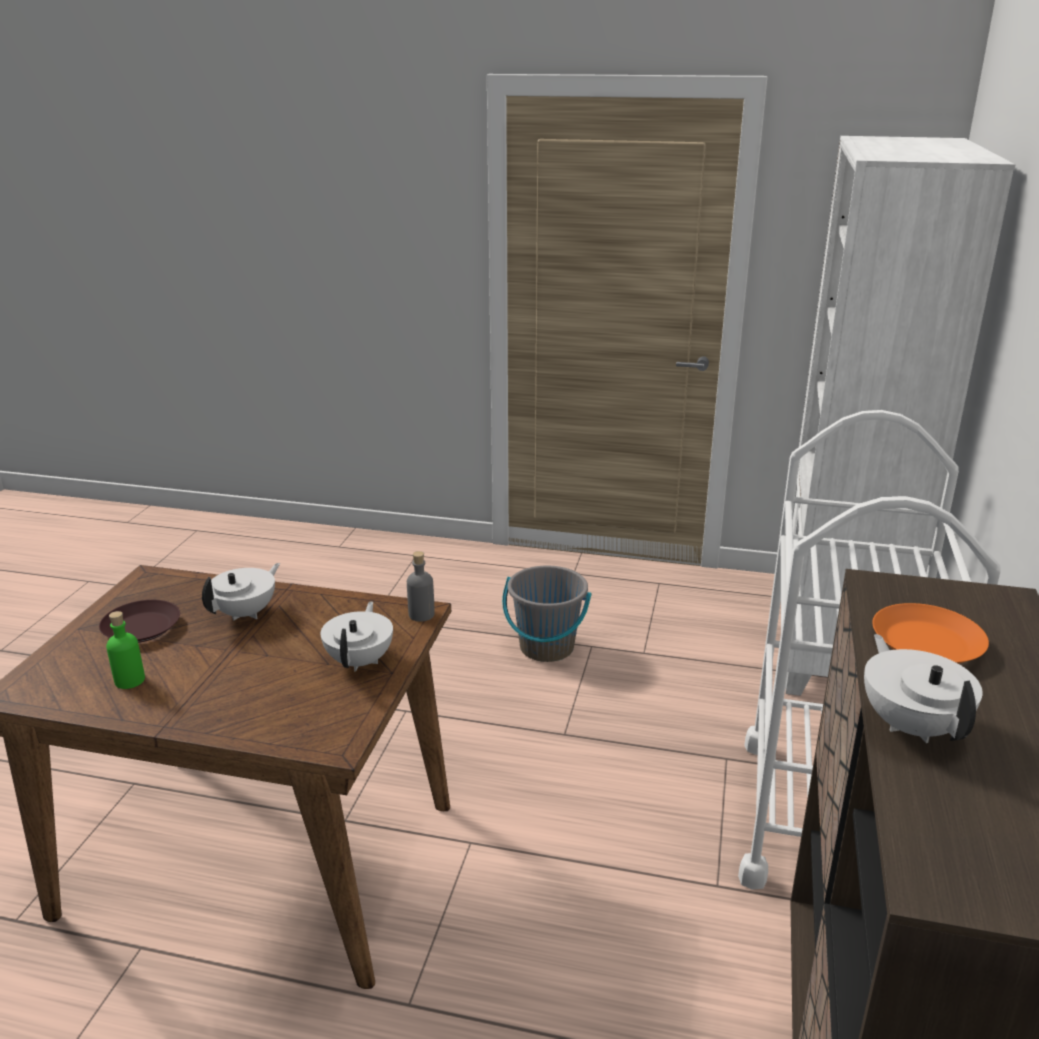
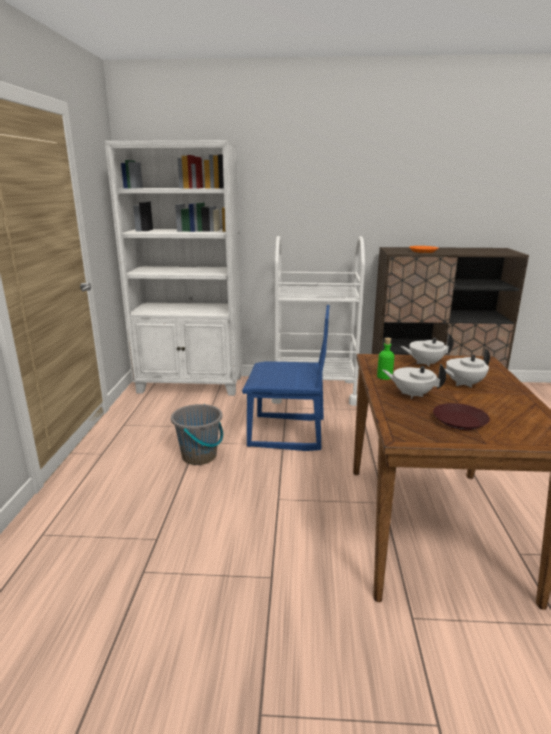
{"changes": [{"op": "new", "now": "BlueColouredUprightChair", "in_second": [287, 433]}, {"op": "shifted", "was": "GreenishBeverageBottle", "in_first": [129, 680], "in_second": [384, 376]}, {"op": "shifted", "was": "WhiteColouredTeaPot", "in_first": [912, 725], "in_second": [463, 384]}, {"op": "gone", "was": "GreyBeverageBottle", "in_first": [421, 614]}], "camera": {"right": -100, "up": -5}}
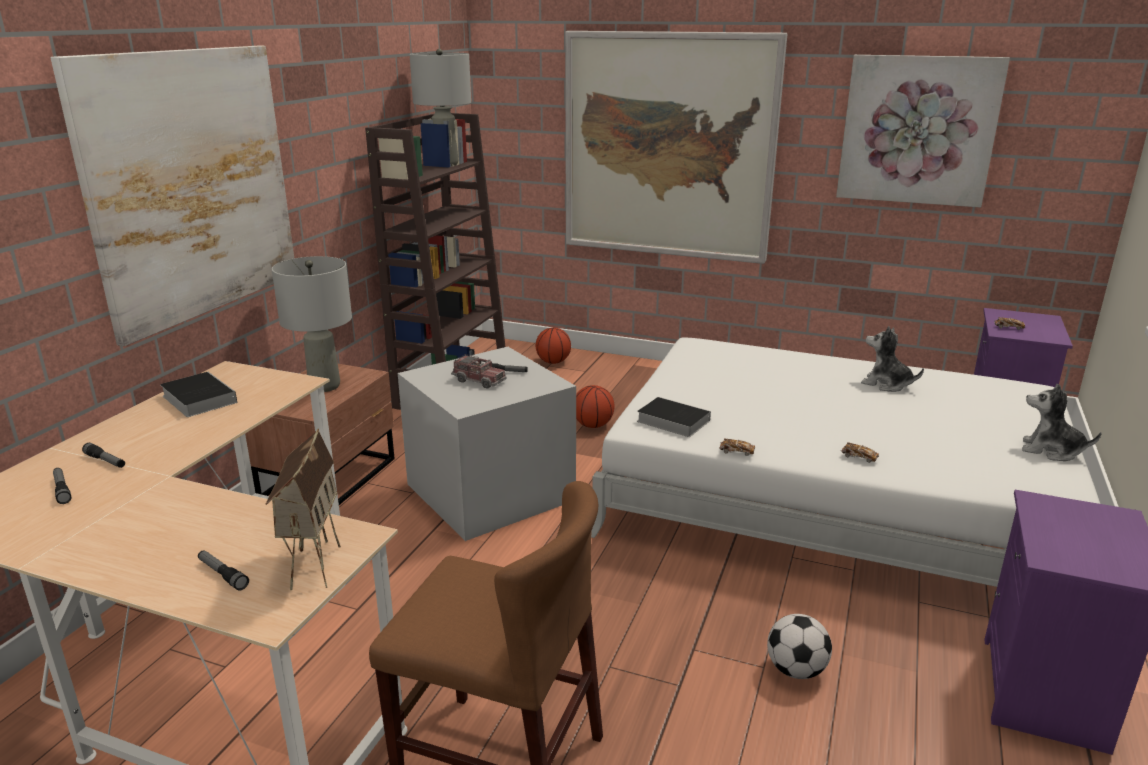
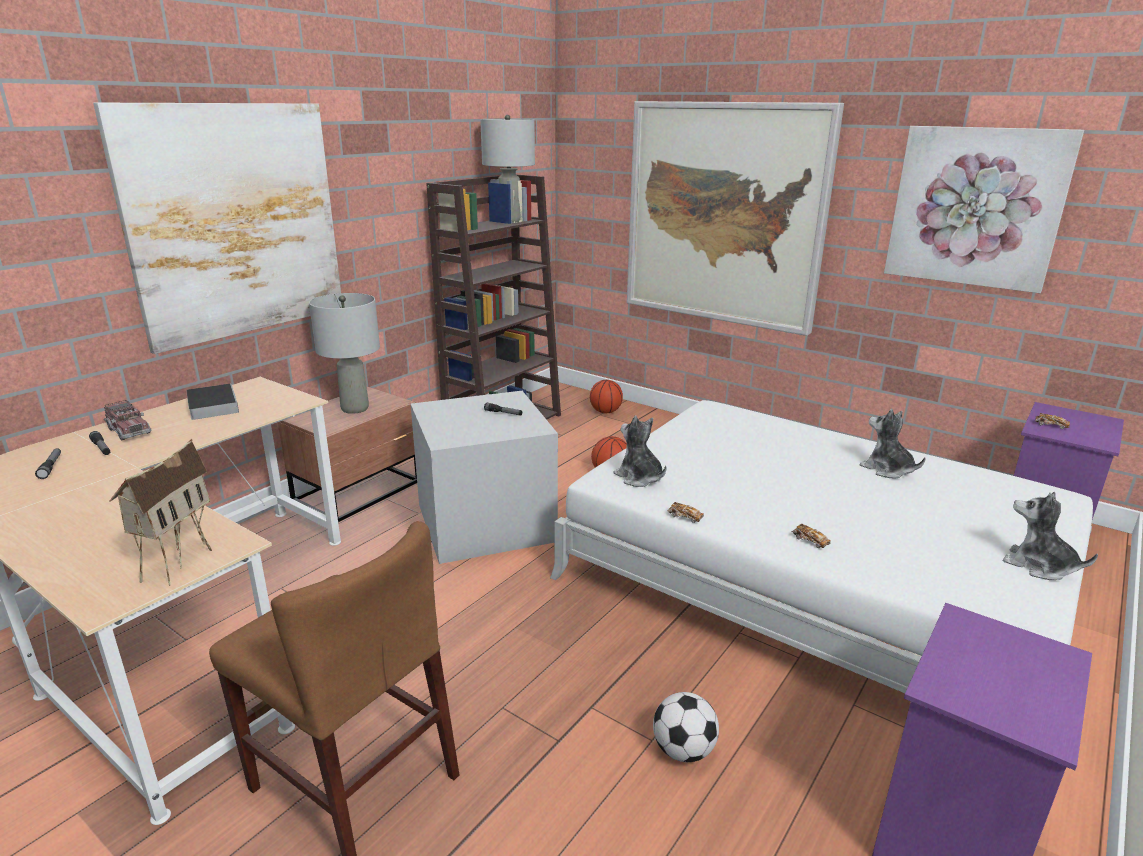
{"changes": [{"op": "shifted", "was": "ToyTruck", "in_first": [479, 380], "in_second": [129, 430]}, {"op": "swapped", "was": "Volume", "now": "PlushToy", "in_first": [670, 421], "in_second": [639, 478]}, {"op": "gone", "was": "Torch", "in_first": [222, 574]}], "camera": {"right": 15, "up": 0}}
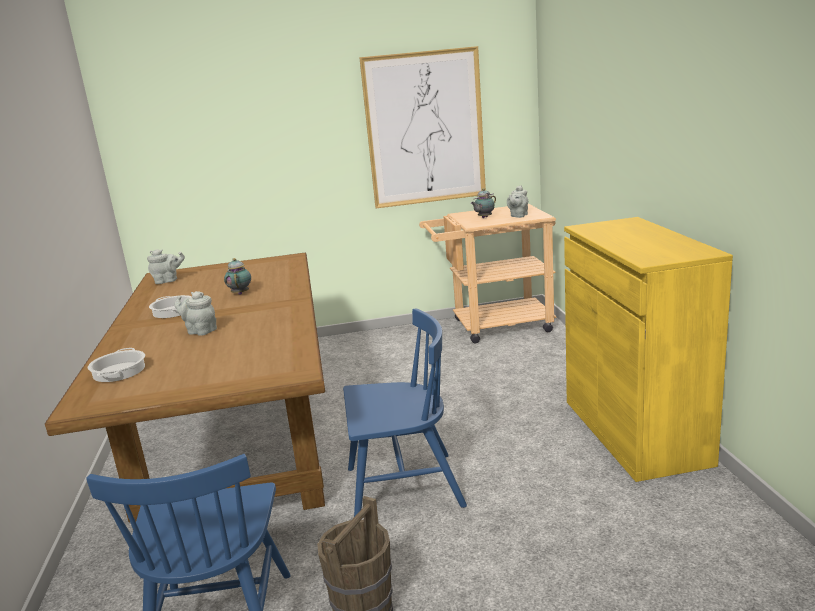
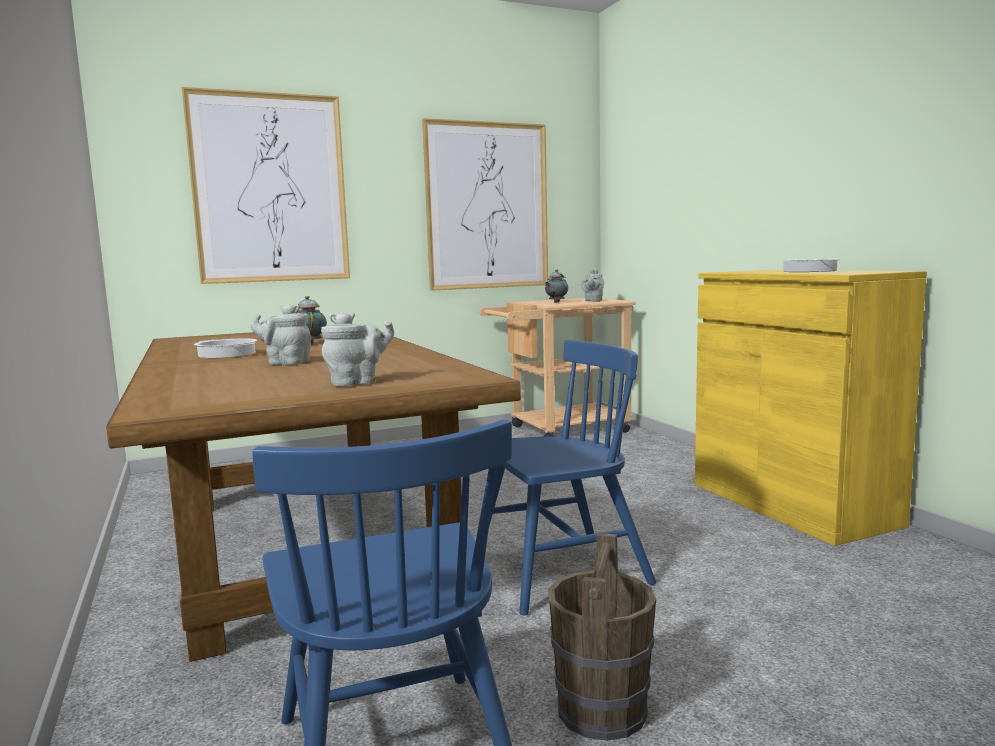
{"changes": [{"op": "new", "now": "WallArt", "in_second": [270, 188]}, {"op": "shifted", "was": "GreyTeaPot", "in_first": [168, 281], "in_second": [357, 382]}, {"op": "shifted", "was": "CookingPot", "in_first": [118, 371], "in_second": [808, 271]}], "camera": {"right": -15, "up": -10}}
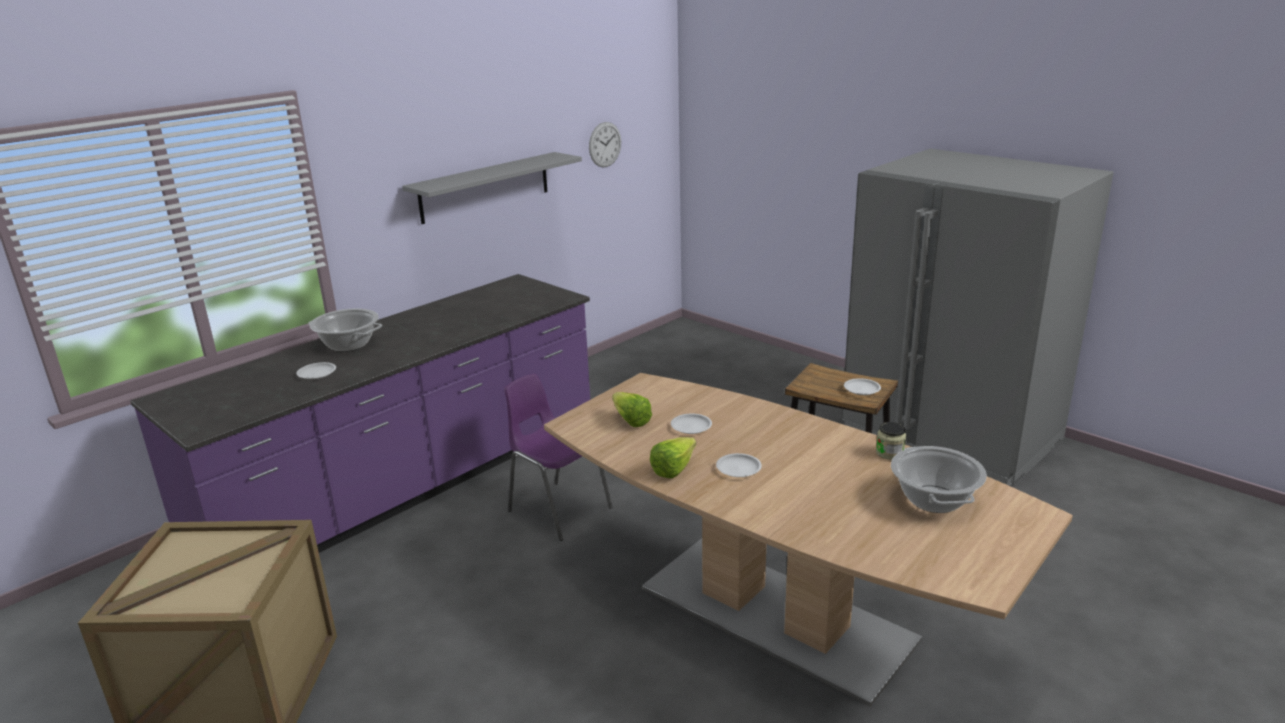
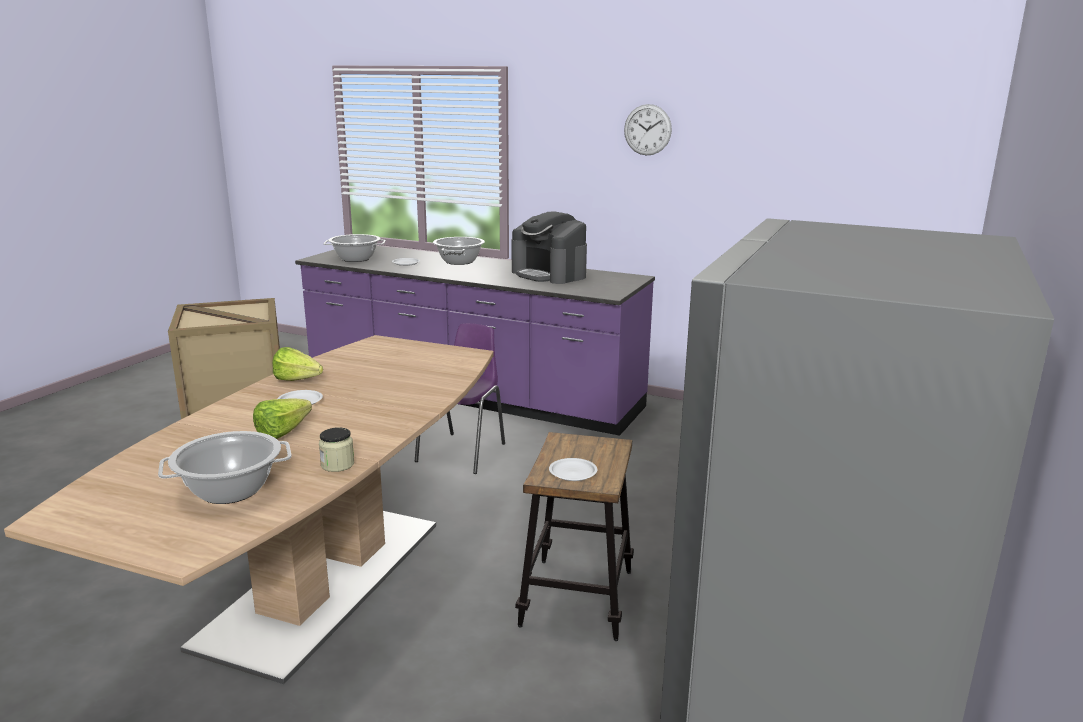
{"changes": [{"op": "shifted", "was": "LettuceHead", "in_first": [629, 419], "in_second": [287, 431]}, {"op": "new", "now": "CookingPot", "in_second": [356, 259]}, {"op": "new", "now": "CoffeeBrewer", "in_second": [549, 274]}, {"op": "shifted", "was": "HangingClock", "in_first": [605, 144], "in_second": [647, 130]}, {"op": "gone", "was": "GreyBracketShelf", "in_first": [485, 187]}, {"op": "gone", "was": "WhiteColouredPlate", "in_first": [691, 427]}], "camera": {"right": 70, "up": -5}}
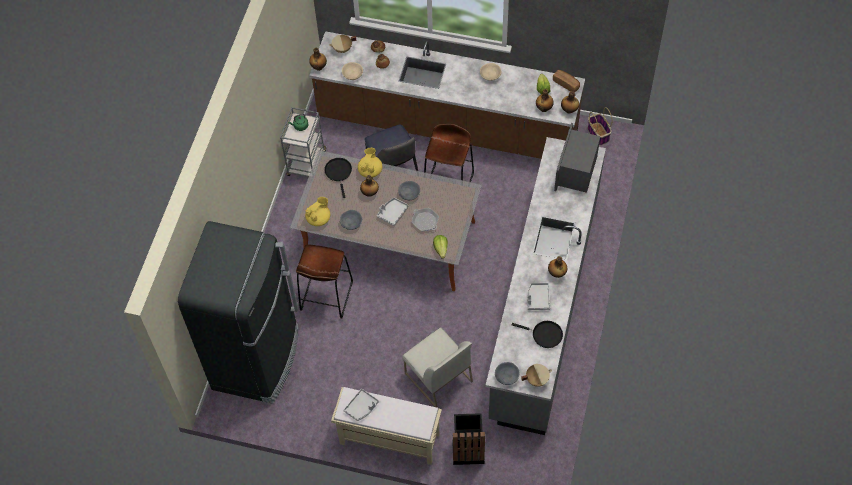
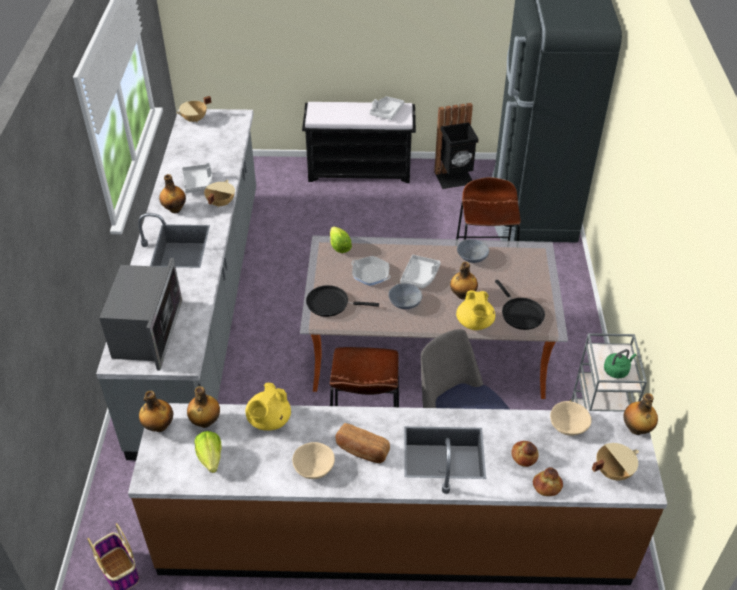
{"changes": [{"op": "new", "now": "BeigeCookingPot", "in_second": [220, 203]}, {"op": "shifted", "was": "YellowTeaPot", "in_first": [319, 218], "in_second": [268, 421]}, {"op": "repainted", "was": "BeigeBench", "now": "BlackishBench", "in_first": [388, 439], "in_second": [360, 171]}, {"op": "shifted", "was": "BlackishPan", "in_first": [544, 335], "in_second": [331, 303]}, {"op": "shifted", "was": "Bread", "in_first": [566, 84], "in_second": [362, 451]}, {"op": "shifted", "was": "BlackishWasteBin", "in_first": [467, 449], "in_second": [455, 179]}, {"op": "gone", "was": "WhiteColouredUprightChair", "in_first": [437, 377]}, {"op": "gone", "was": "GreyBowl", "in_first": [506, 376]}], "camera": {"right": 165, "up": -15}}
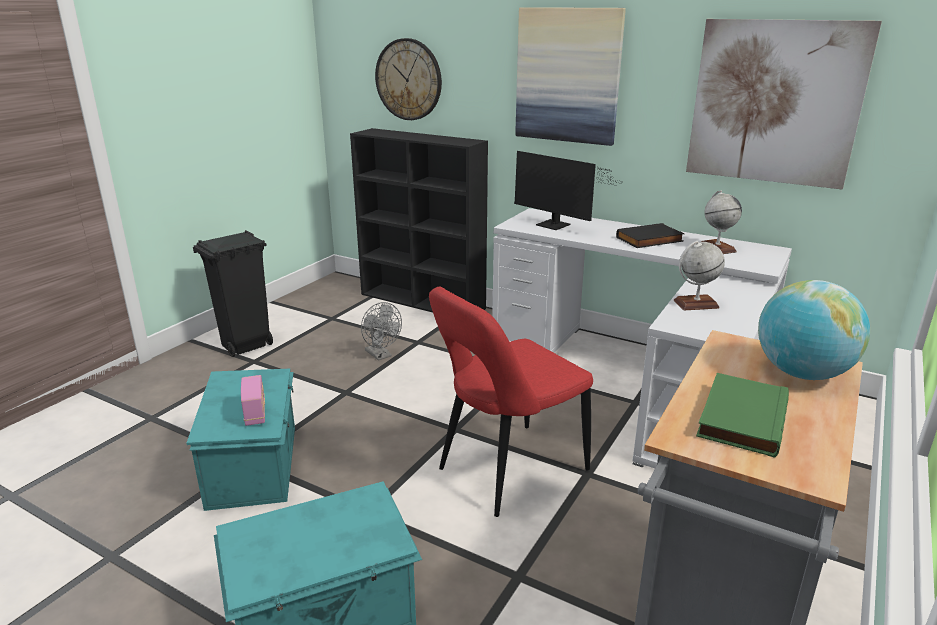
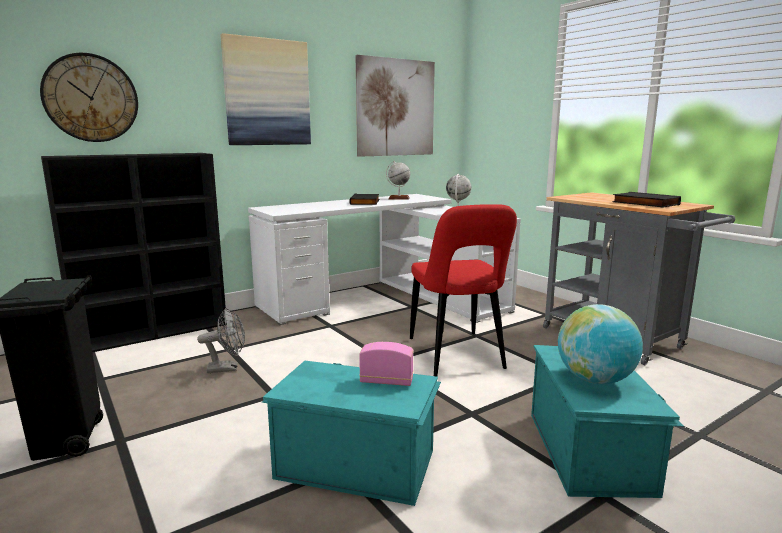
{"changes": [{"op": "shifted", "was": "DeskGlobe", "in_first": [802, 373], "in_second": [595, 379]}, {"op": "repainted", "was": "GreenishVolume", "now": "BlackishVolume", "in_first": [740, 418], "in_second": [644, 203]}, {"op": "gone", "was": "Monitor", "in_first": [556, 226]}], "camera": {"right": -65, "up": -10}}
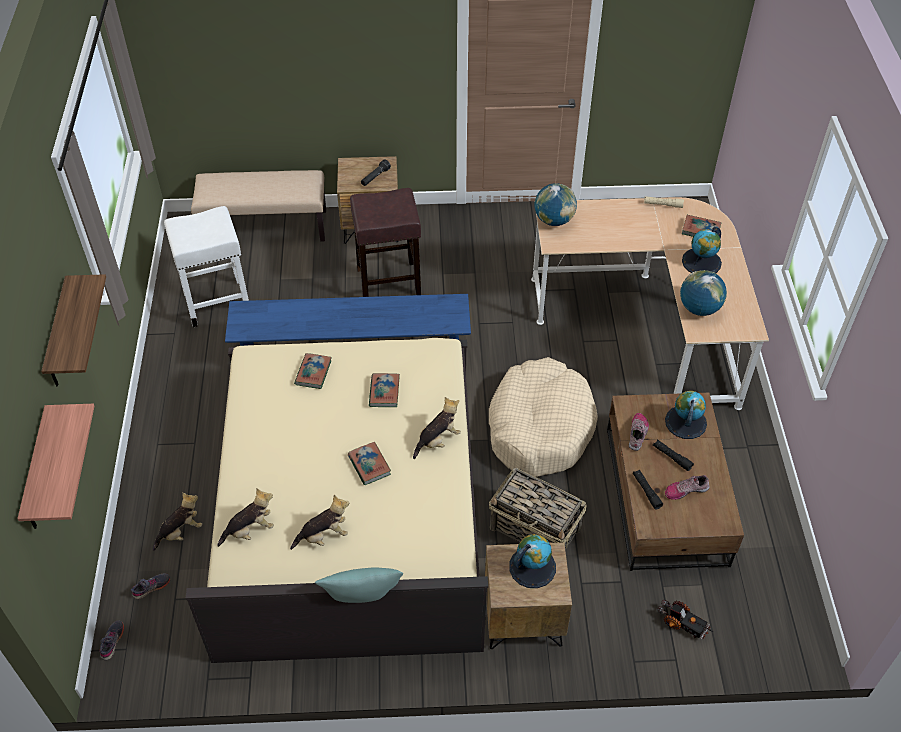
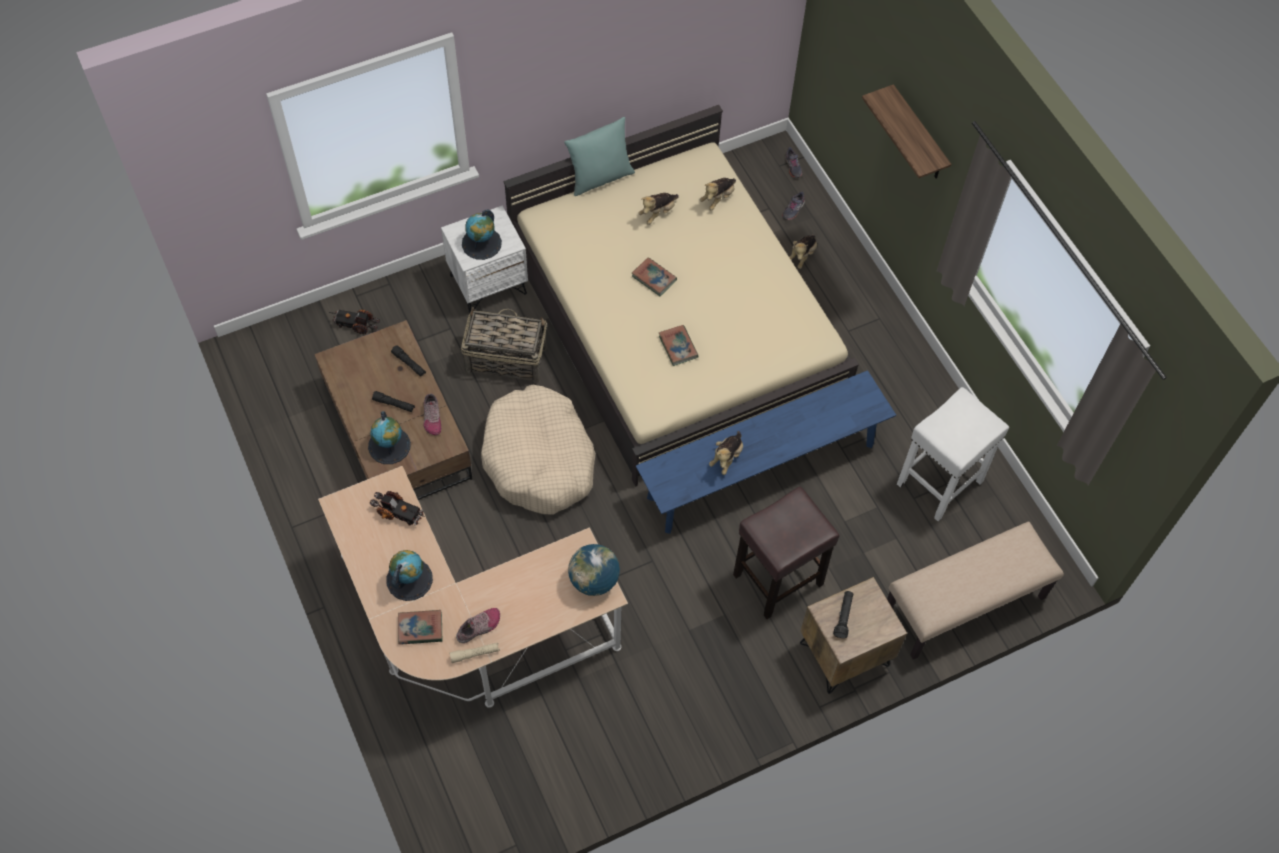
{"changes": [{"op": "swapped", "was": "DeskGlobe", "now": "ToyTruck", "in_first": [699, 308], "in_second": [398, 513]}, {"op": "repainted", "was": "BrownishNightstand", "now": "WhiteColouredNightstand", "in_first": [523, 620], "in_second": [488, 284]}, {"op": "shifted", "was": "Shoe", "in_first": [686, 490], "in_second": [479, 627]}, {"op": "shifted", "was": "PlushToy", "in_first": [438, 440], "in_second": [727, 457]}, {"op": "gone", "was": "BracketShelf", "in_first": [37, 472]}, {"op": "gone", "was": "Volume", "in_first": [313, 373]}], "camera": {"right": 155, "up": 10}}
